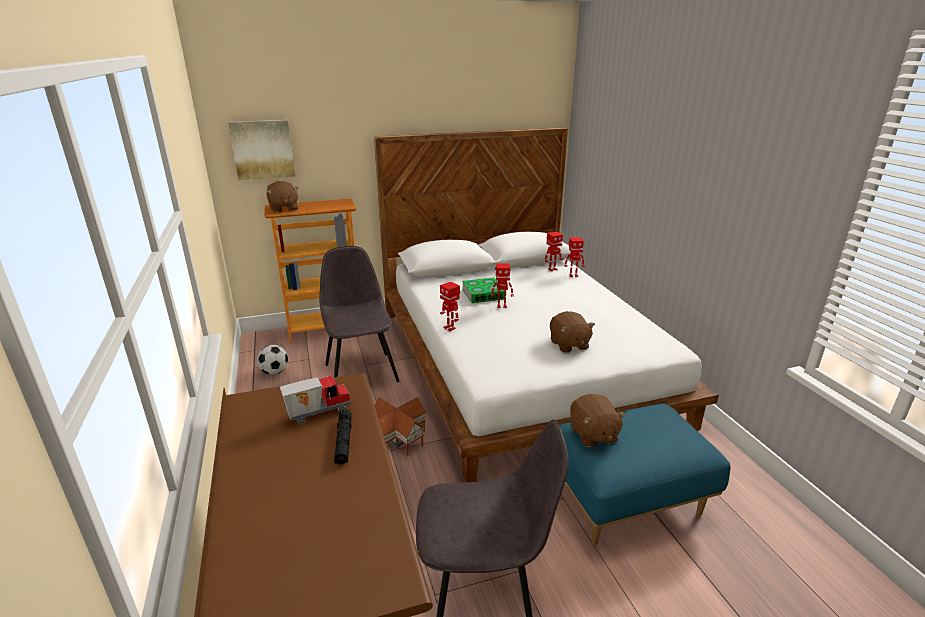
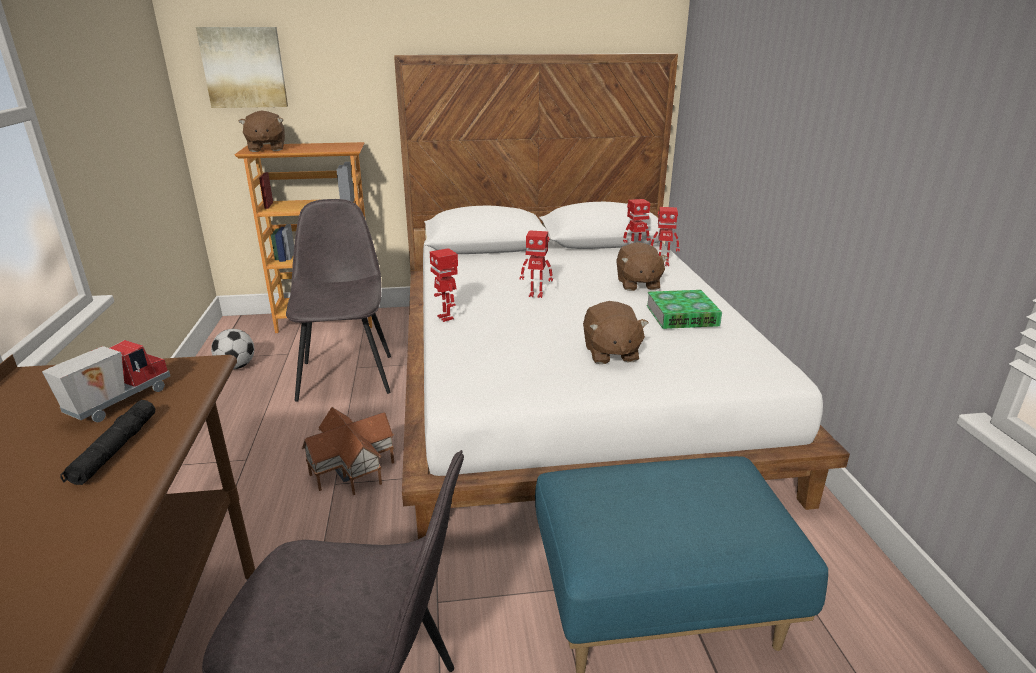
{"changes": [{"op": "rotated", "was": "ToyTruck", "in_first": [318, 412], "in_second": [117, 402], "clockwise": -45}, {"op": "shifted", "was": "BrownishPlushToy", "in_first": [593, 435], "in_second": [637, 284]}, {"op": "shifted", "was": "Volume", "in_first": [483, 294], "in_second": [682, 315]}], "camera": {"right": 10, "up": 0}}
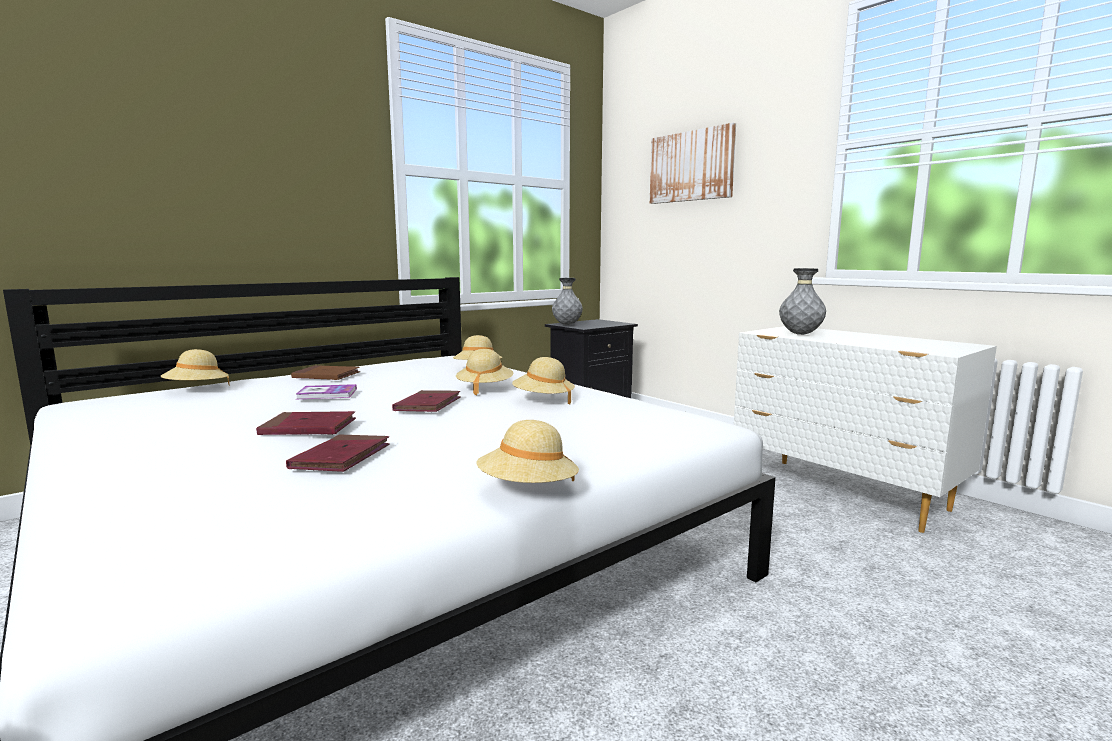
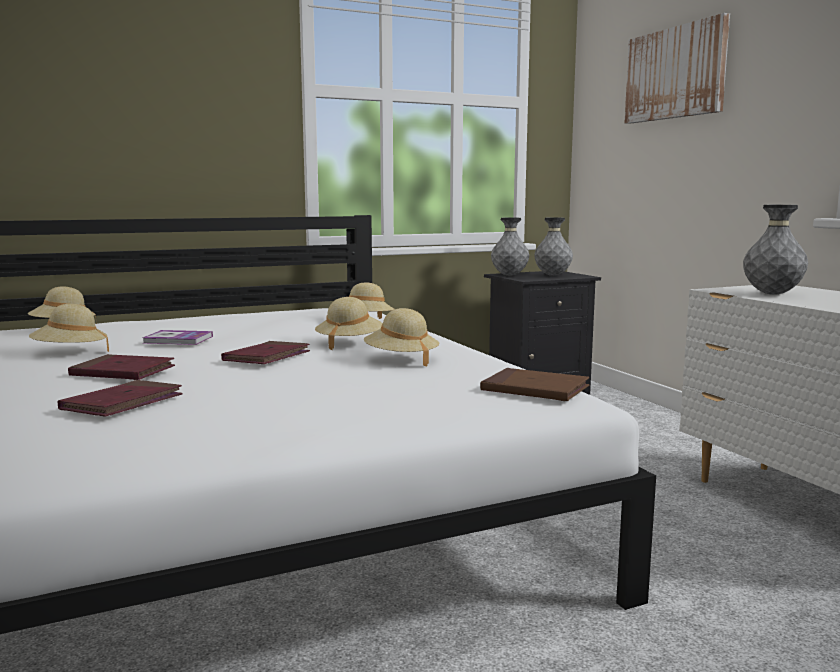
{"changes": [{"op": "shifted", "was": "BeigeClothingHat", "in_first": [528, 490], "in_second": [70, 353]}, {"op": "shifted", "was": "BrownishVolume", "in_first": [326, 376], "in_second": [534, 390]}, {"op": "new", "now": "GreyVase", "in_second": [552, 275]}], "camera": {"right": 15, "up": 0}}
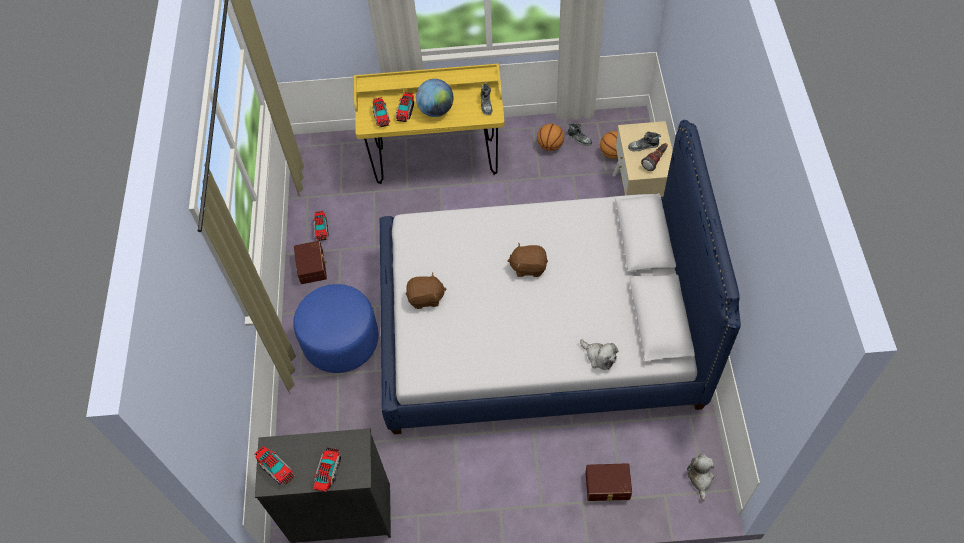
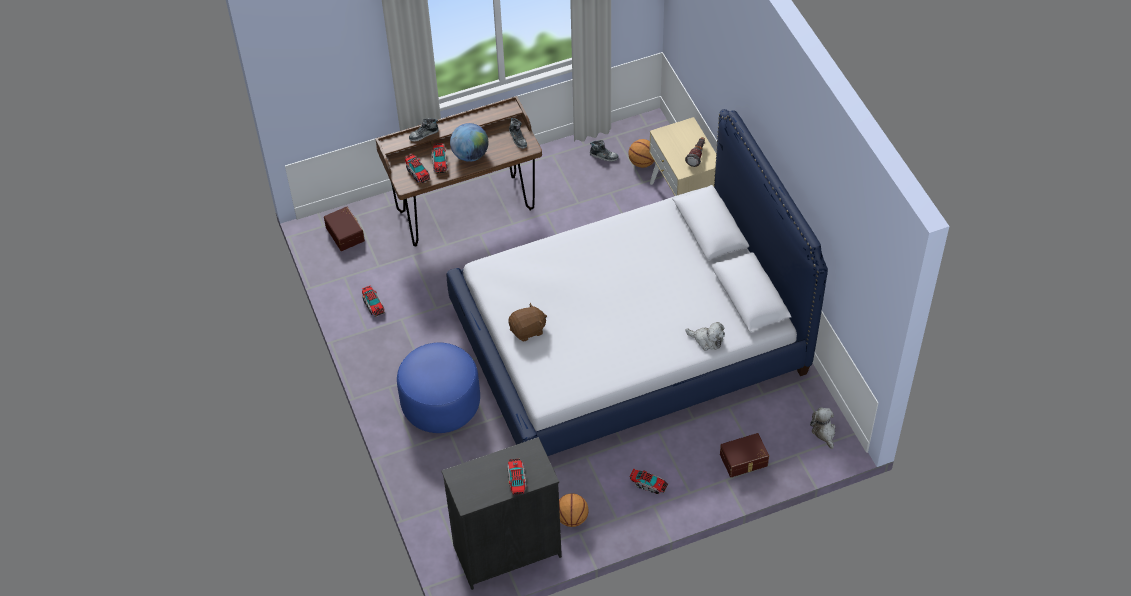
{"changes": [{"op": "shifted", "was": "BrownishStorageBin", "in_first": [313, 266], "in_second": [346, 233]}, {"op": "repainted", "was": "YellowDesk", "now": "BrownishDesk", "in_first": [436, 160], "in_second": [465, 210]}, {"op": "shifted", "was": "Shoe", "in_first": [643, 146], "in_second": [424, 134]}, {"op": "shifted", "was": "BasketballBall", "in_first": [550, 146], "in_second": [572, 518]}, {"op": "shifted", "was": "ToyTruck", "in_first": [276, 468], "in_second": [648, 484]}, {"op": "gone", "was": "BrownishPlushToy", "in_first": [528, 267]}], "camera": {"right": -20, "up": -5}}
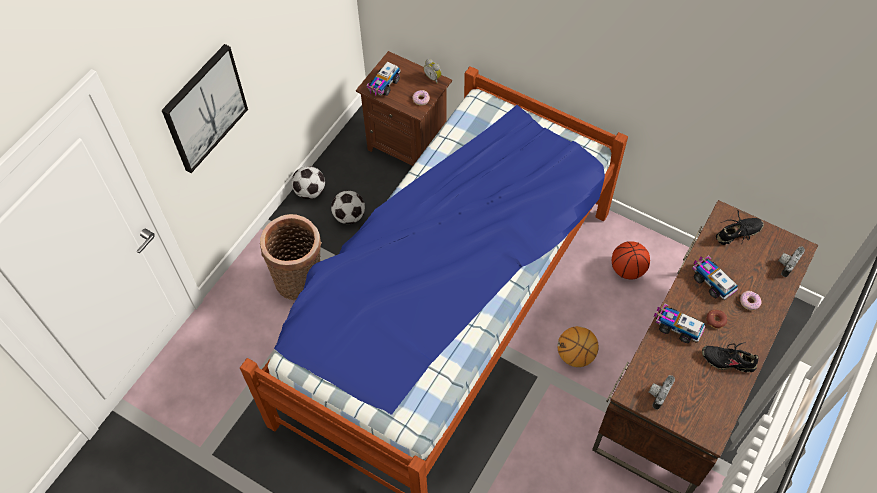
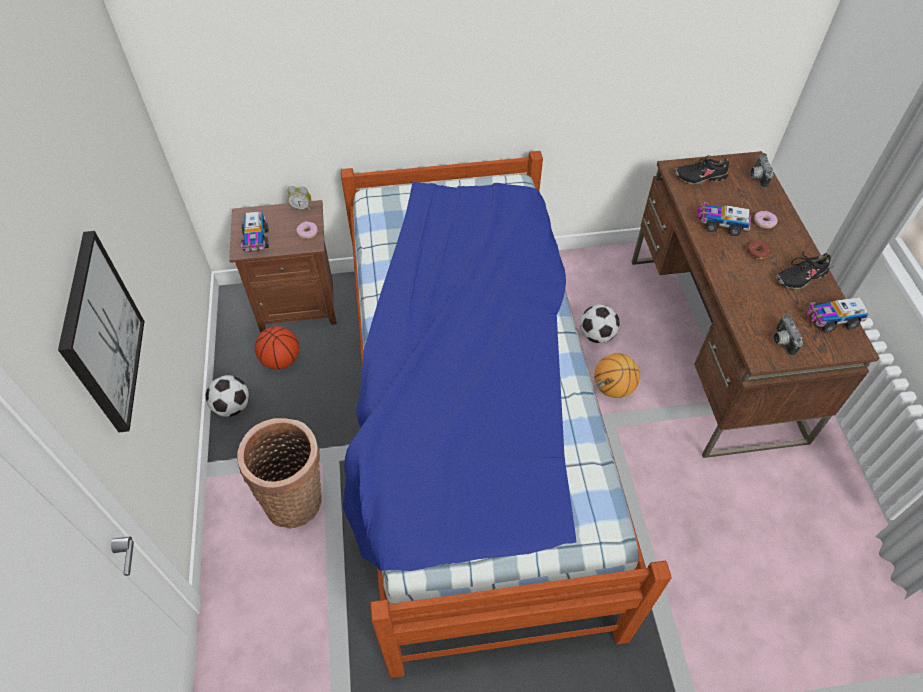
{"changes": [{"op": "shifted", "was": "BasketballBall", "in_first": [627, 269], "in_second": [281, 360]}, {"op": "shifted", "was": "Football", "in_first": [349, 216], "in_second": [597, 335]}, {"op": "rotated", "was": "BlackishShoe", "in_first": [738, 234], "in_second": [699, 177], "clockwise": -120}, {"op": "shifted", "was": "ToyTruck", "in_first": [676, 327], "in_second": [831, 320]}], "camera": {"right": -40, "up": -5}}
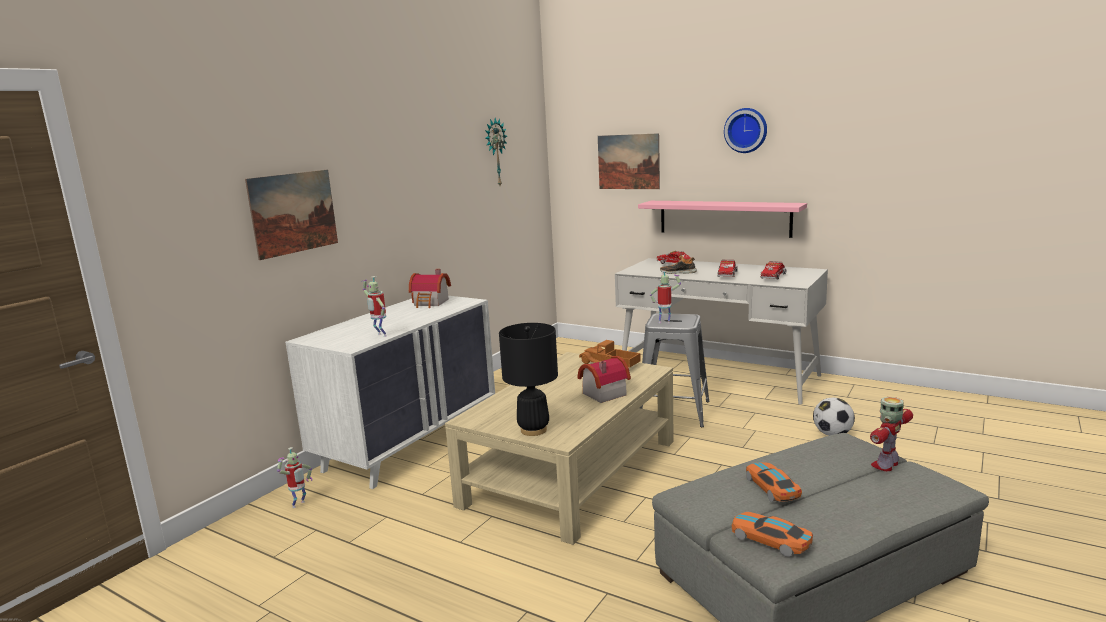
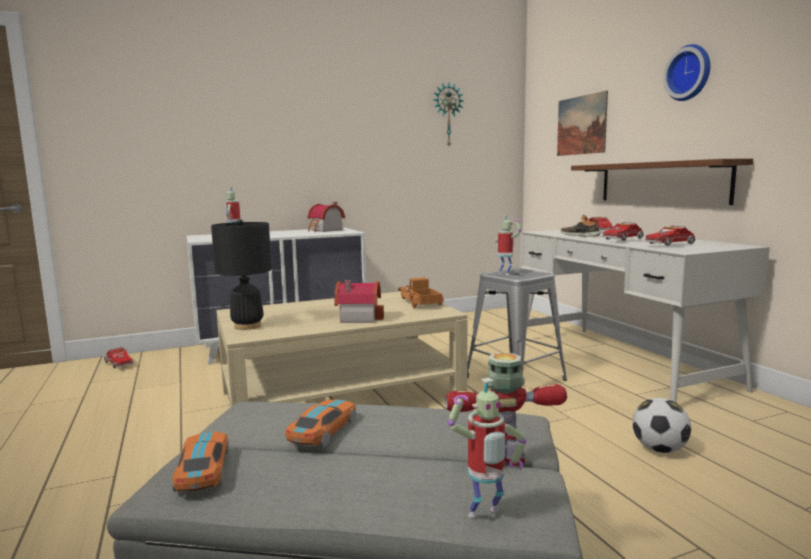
{"changes": [{"op": "new", "now": "ToyTruck", "in_second": [118, 364]}, {"op": "shifted", "was": "ToyRobot", "in_first": [299, 505], "in_second": [485, 515]}, {"op": "repainted", "was": "PinkBracketShelf", "now": "BrownishBracketShelf", "in_first": [724, 218], "in_second": [661, 182]}, {"op": "gone", "was": "WallArt", "in_first": [293, 213]}], "camera": {"right": 35, "up": -5}}
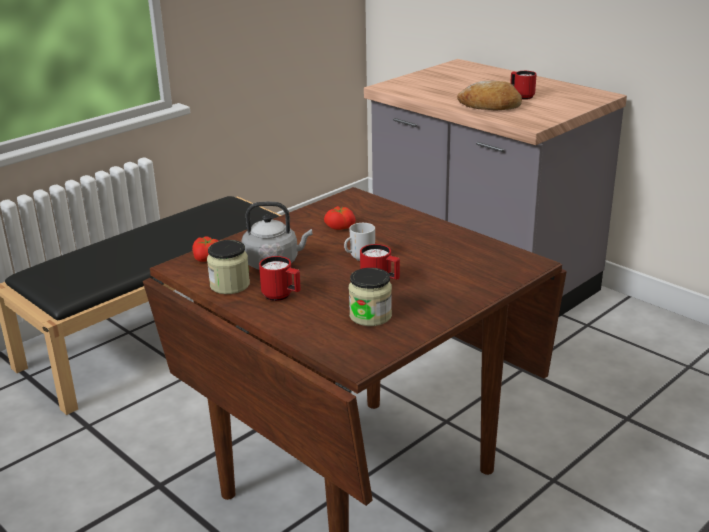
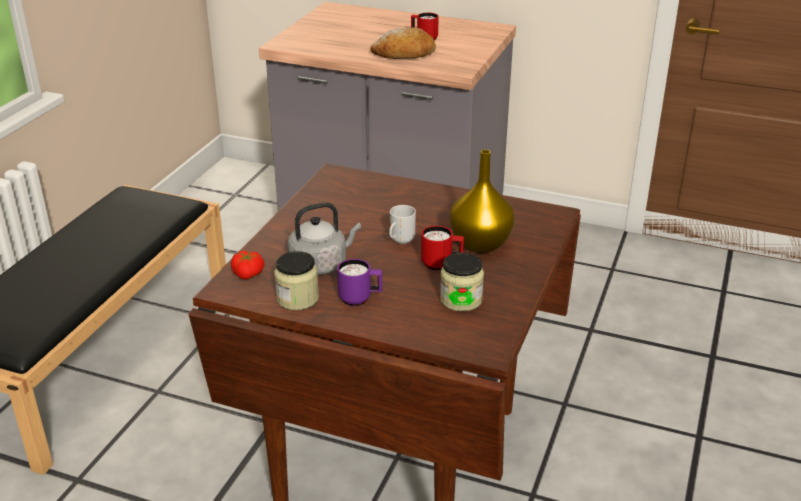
{"changes": [{"op": "repainted", "was": "ReddishCoffeeMug", "now": "PurpleColouredCoffeeMug", "in_first": [281, 296], "in_second": [360, 299]}, {"op": "new", "now": "YellowVase", "in_second": [480, 243]}, {"op": "gone", "was": "FreshTomato", "in_first": [340, 226]}], "camera": {"right": -25, "up": 5}}
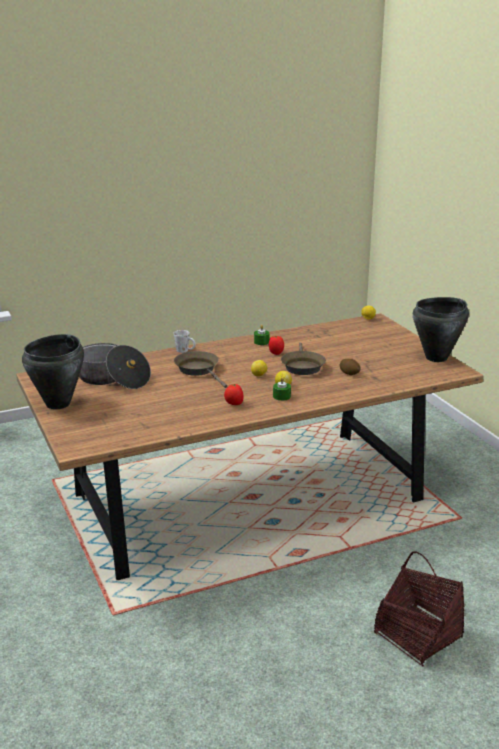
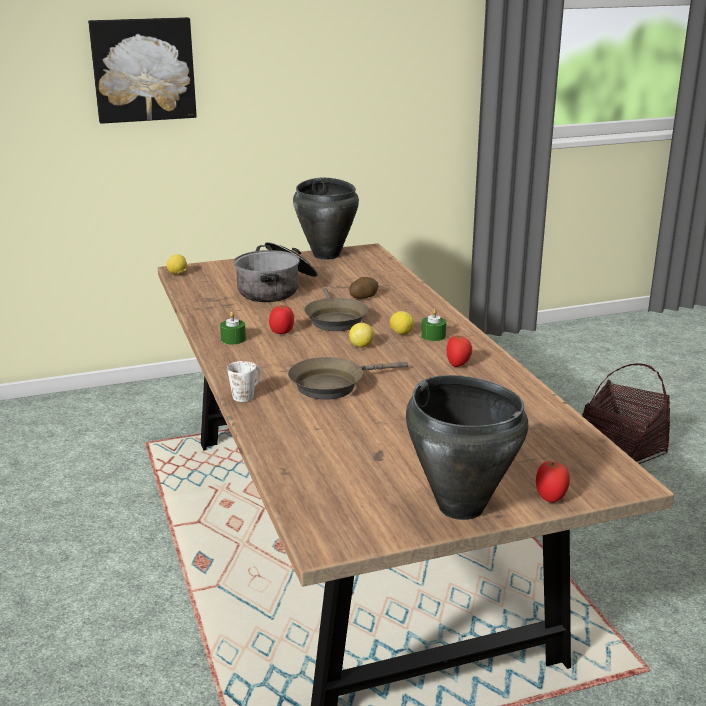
{"changes": [{"op": "new", "now": "WallArt", "in_second": [143, 69]}, {"op": "shifted", "was": "CookingPot", "in_first": [111, 379], "in_second": [277, 288]}, {"op": "rotated", "was": "BrownishPan", "in_first": [302, 366], "in_second": [334, 319], "clockwise": 75}, {"op": "new", "now": "FreshTomato", "in_second": [551, 498]}], "camera": {"right": -85, "up": 0}}
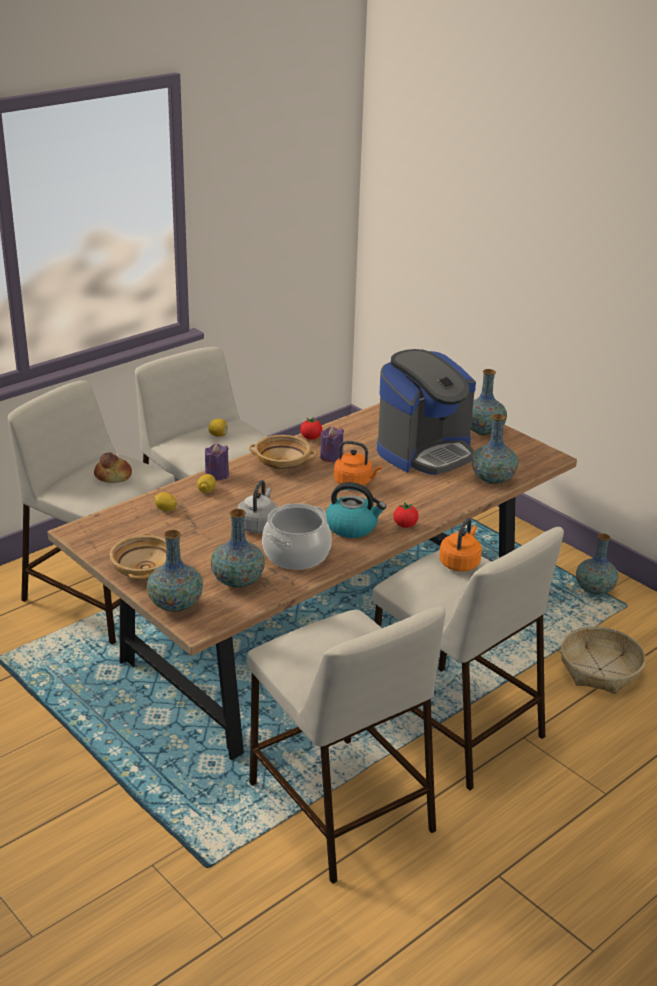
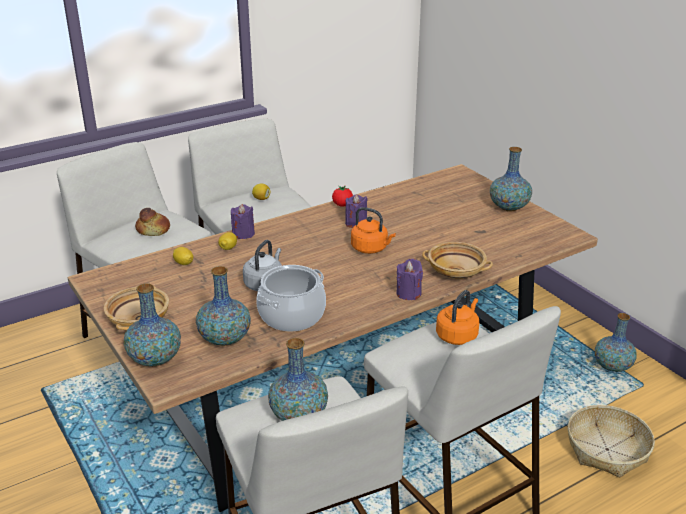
{"changes": [{"op": "shifted", "was": "Vase", "in_first": [493, 479], "in_second": [299, 415]}, {"op": "swapped", "was": "FreshTomato", "now": "PurpleColouredWaxCandle", "in_first": [405, 525], "in_second": [408, 293]}, {"op": "shifted", "was": "BeigeBowl", "in_first": [283, 463], "in_second": [456, 272]}, {"op": "gone", "was": "Kettle", "in_first": [352, 527]}, {"op": "gone", "was": "CoffeeBrewer", "in_first": [425, 452]}], "camera": {"right": 10, "up": 0}}
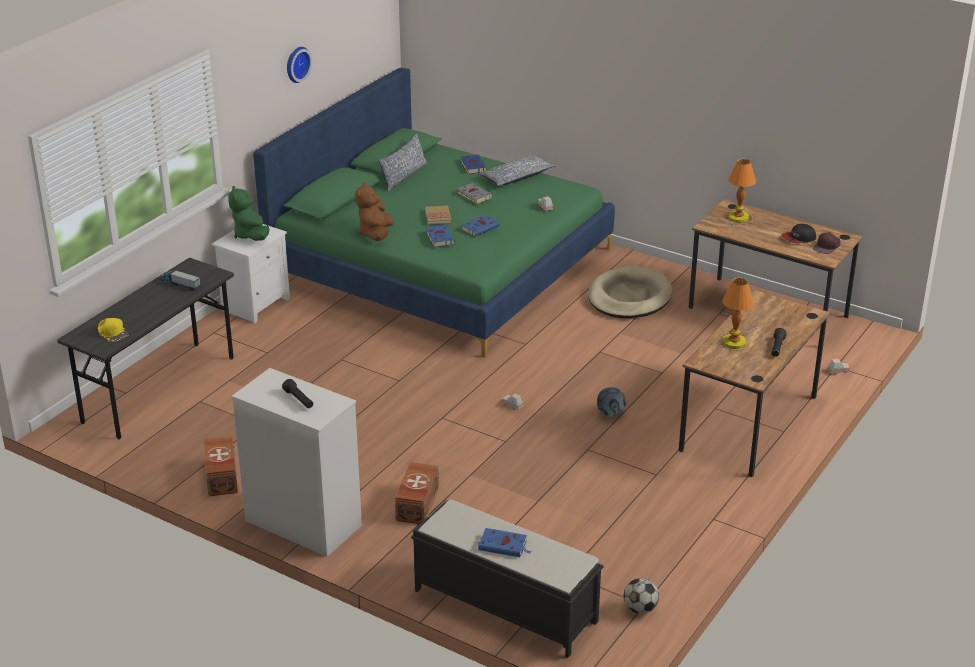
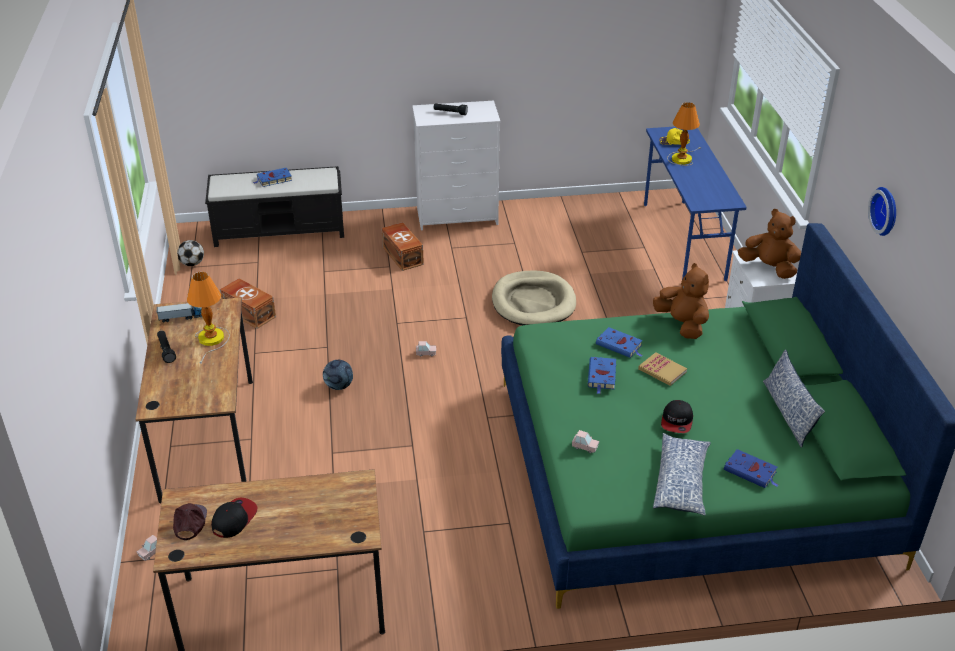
{"changes": [{"op": "shifted", "was": "ToyTruck", "in_first": [180, 284], "in_second": [184, 317]}, {"op": "shifted", "was": "BrownishStorageBin", "in_first": [221, 477], "in_second": [249, 312]}, {"op": "shifted", "was": "BeigeDogCushion", "in_first": [629, 297], "in_second": [533, 302]}, {"op": "repainted", "was": "GreyDesk", "now": "BlueColouredDesk", "in_first": [159, 389], "in_second": [684, 241]}, {"op": "swapped", "was": "GreyVolume", "now": "BaseballCap", "in_first": [473, 195], "in_second": [677, 421]}, {"op": "shifted", "was": "LampForATable", "in_first": [736, 218], "in_second": [682, 158]}, {"op": "repainted", "was": "GreenishPlushToy", "now": "BrownishPlushToy", "in_first": [251, 235], "in_second": [769, 268]}], "camera": {"right": 140, "up": 5}}
